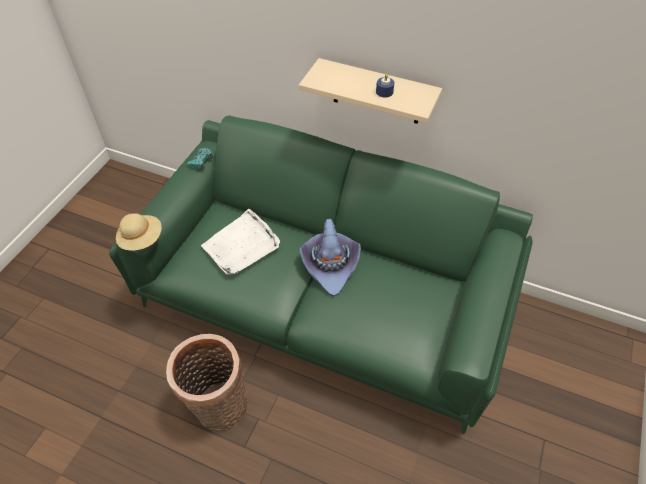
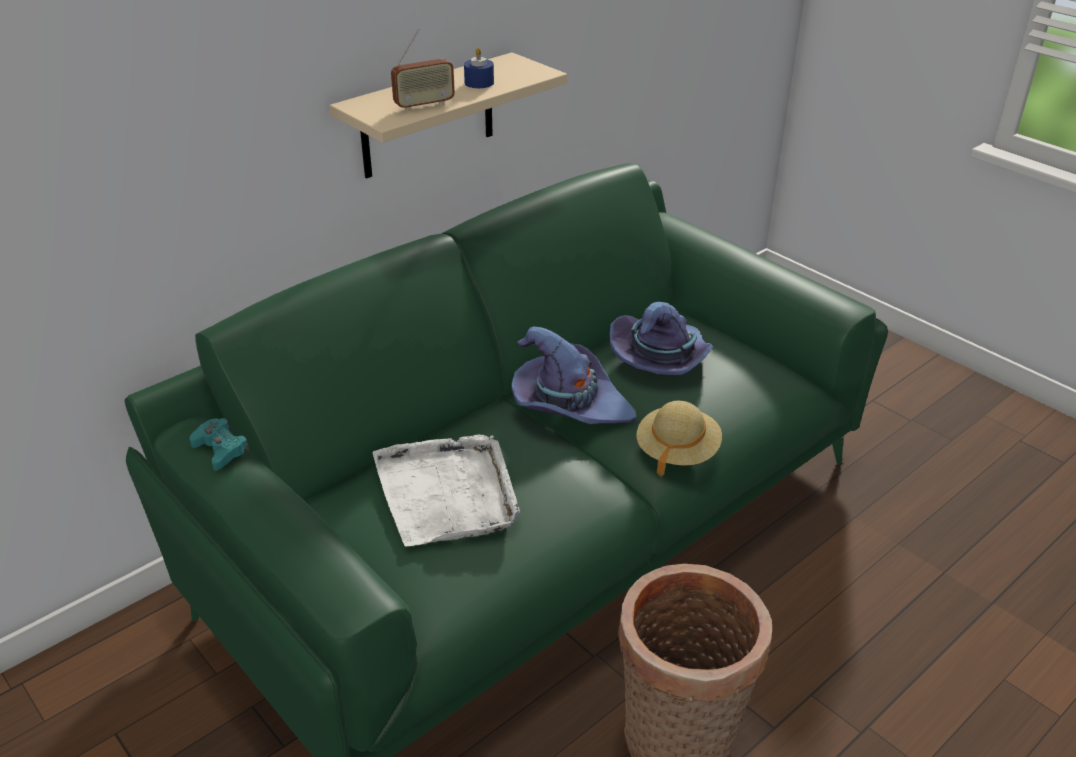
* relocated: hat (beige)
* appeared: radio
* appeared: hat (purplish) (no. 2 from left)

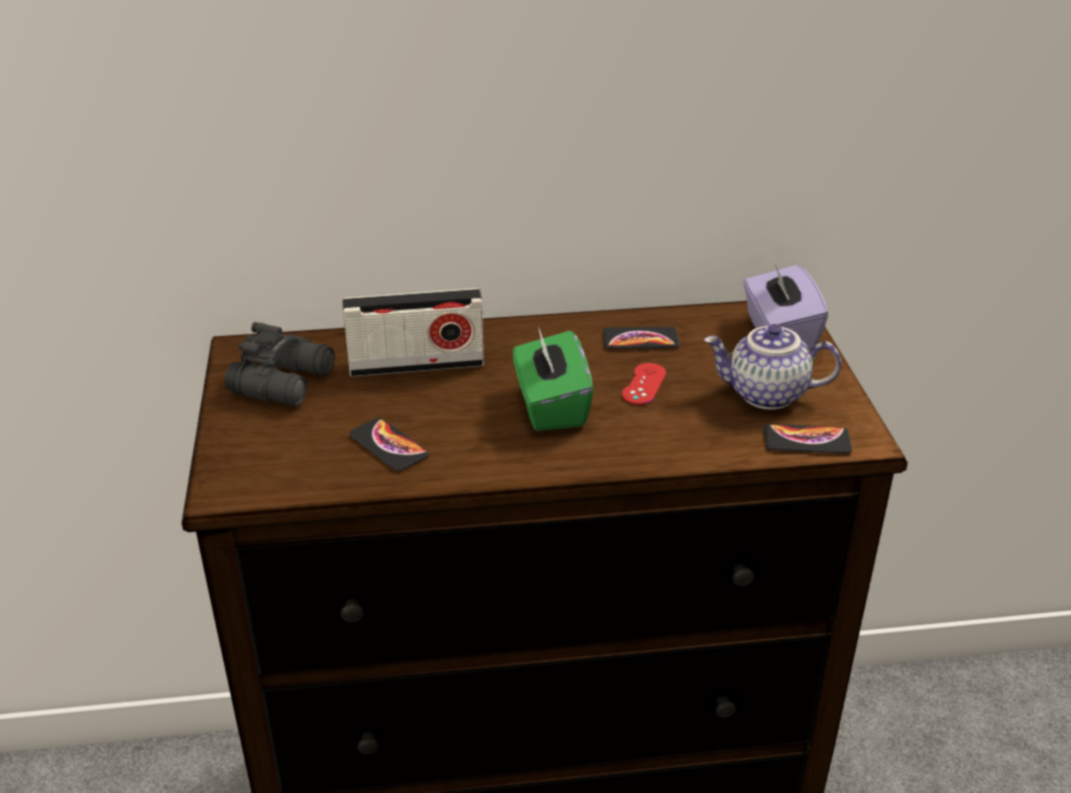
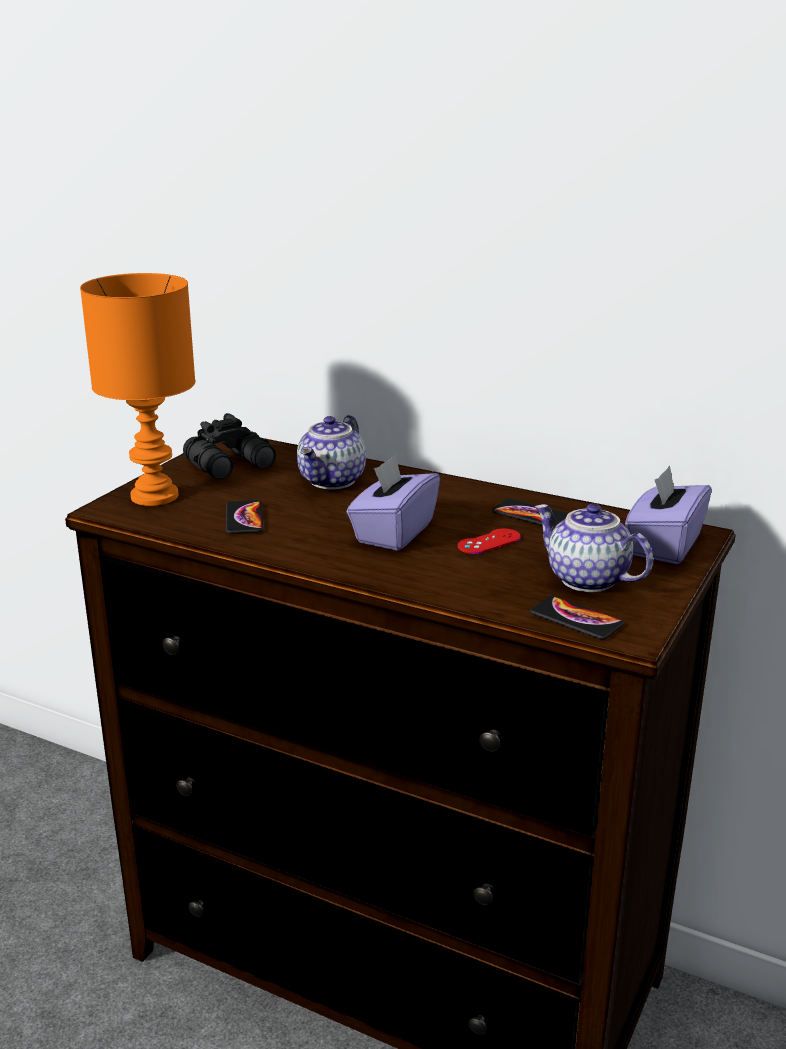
* exchanged: radio to tea pot (no. 1 from left)
* colour: box of tissues (green-coloured) to box of tissues (purplish) (no. 1 from left)
* appeared: table lamp (orangey)

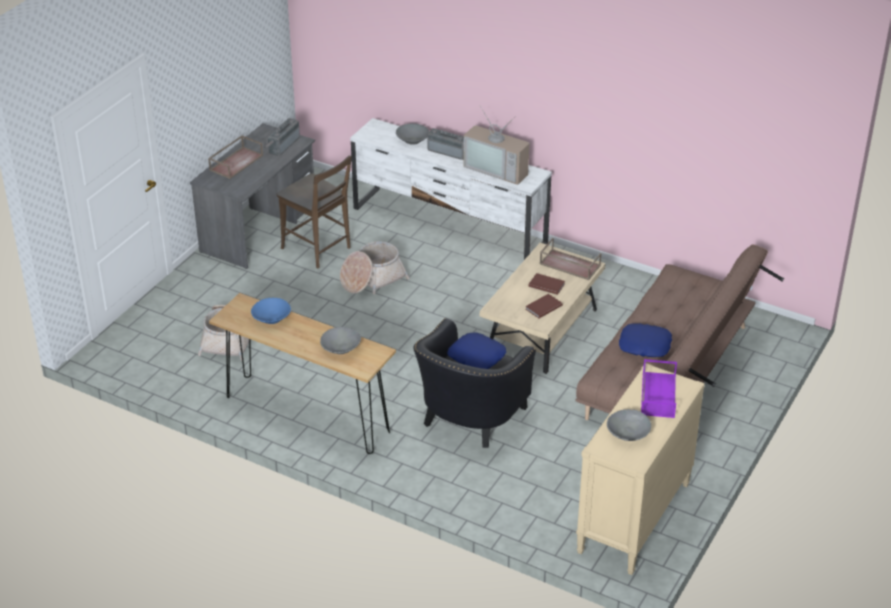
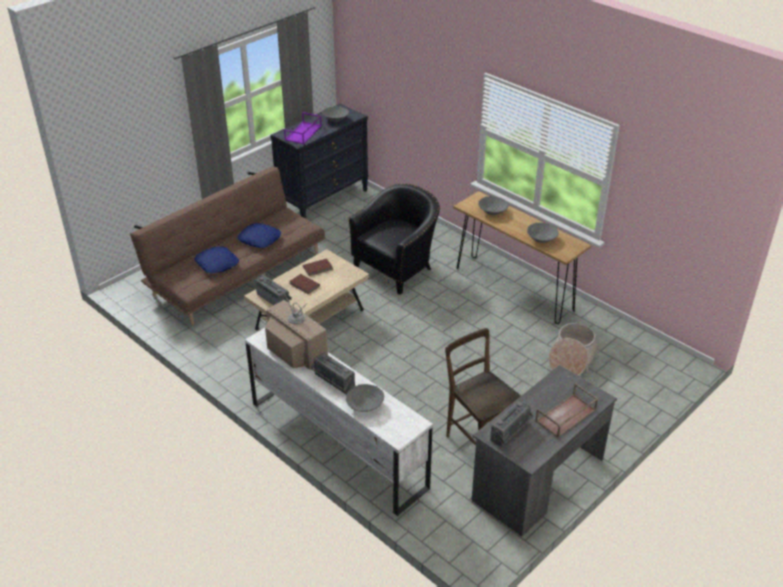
* exchanged: tray (brownish) (no. 2 from left) to radio (no. 1 from left)
* missing: basket (no. 2 from left)
* colour: deep dish (blue) to deep dish (greyish) (no. 4 from left)
* relocated: cushion (blue) (no. 1 from left)
* colour: dresser (beige) to dresser (black-coloured)

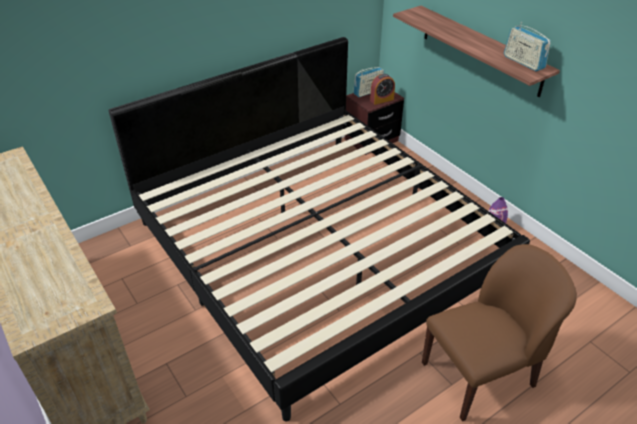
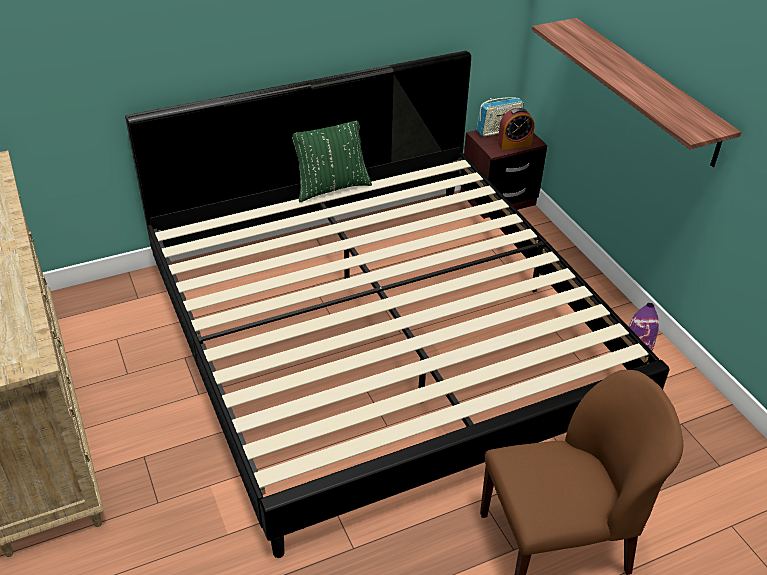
* missing: radio (no. 2 from left)
* appeared: cushion (green-coloured)

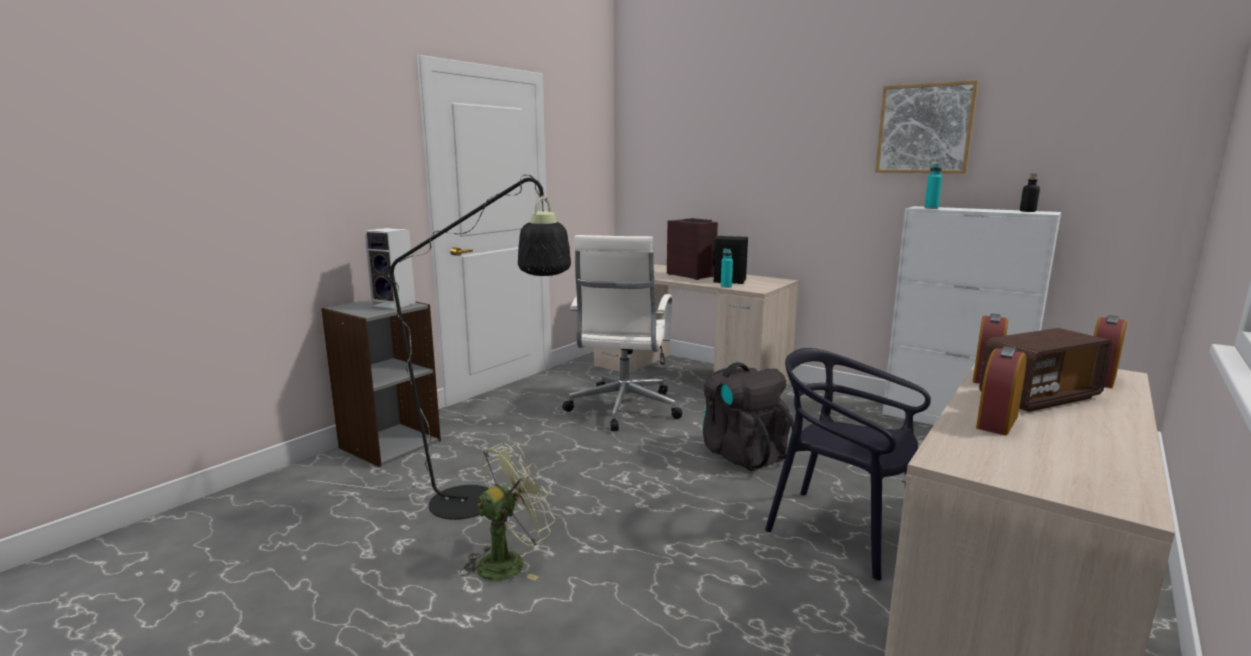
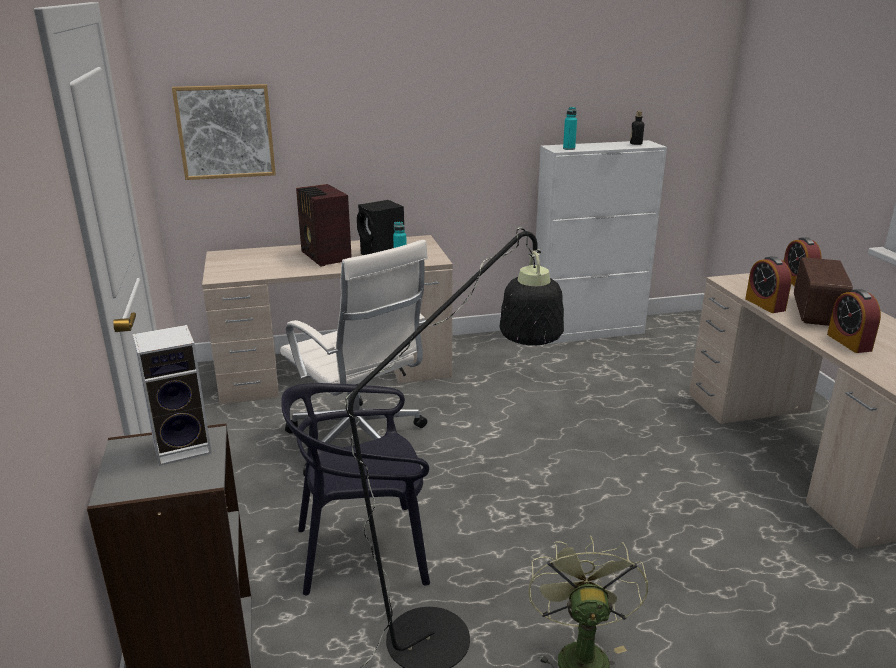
* relocated: picture
* spun: radio (no. 1 from left) 120 degrees counterclockwise
* relocated: plain chair (black-coloured)
* missing: rucksack (black-coloured)

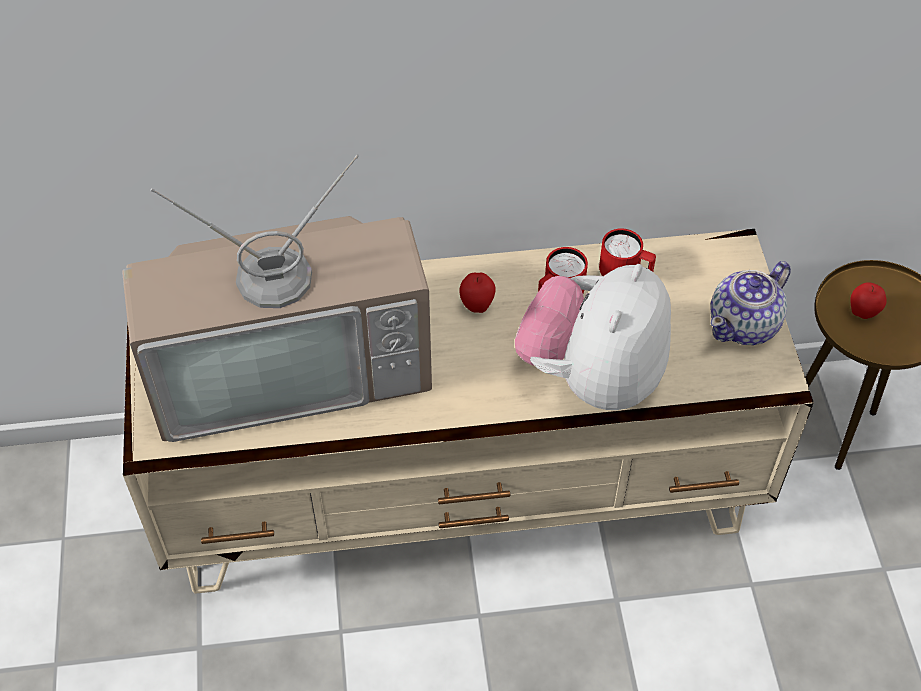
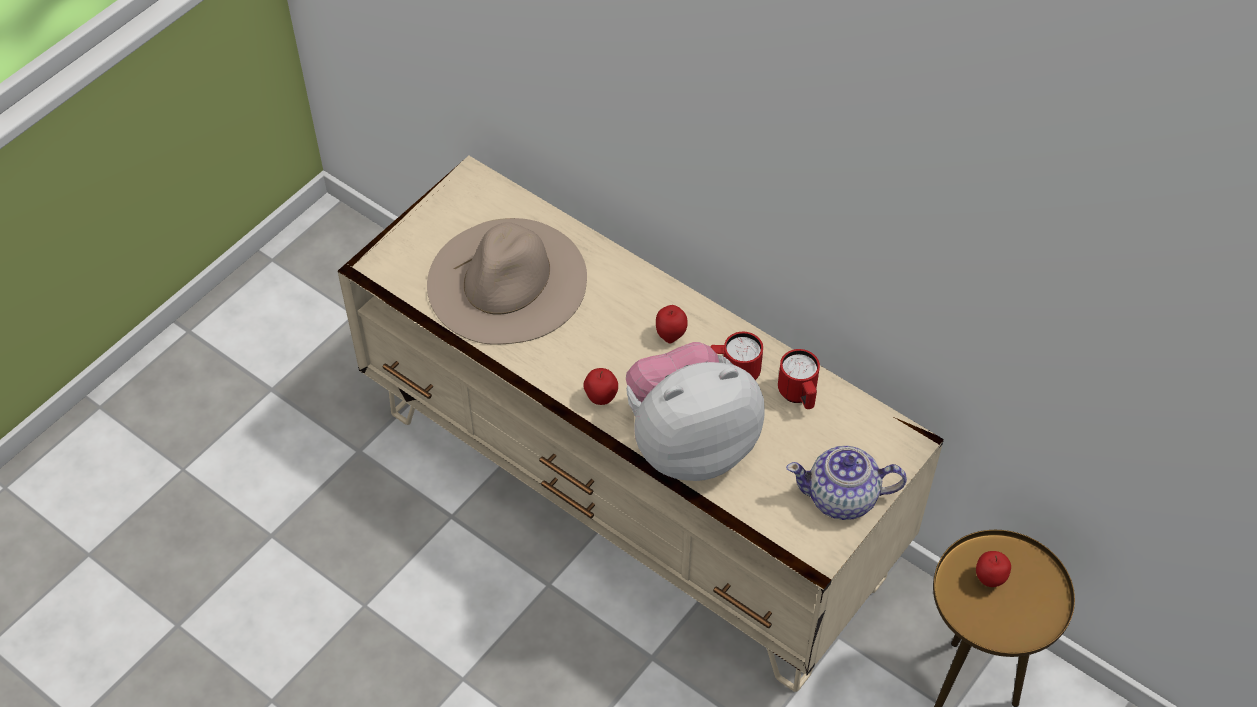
* exchanged: TV set to hat (beige)
* appeared: apple fruit (no. 1 from left)

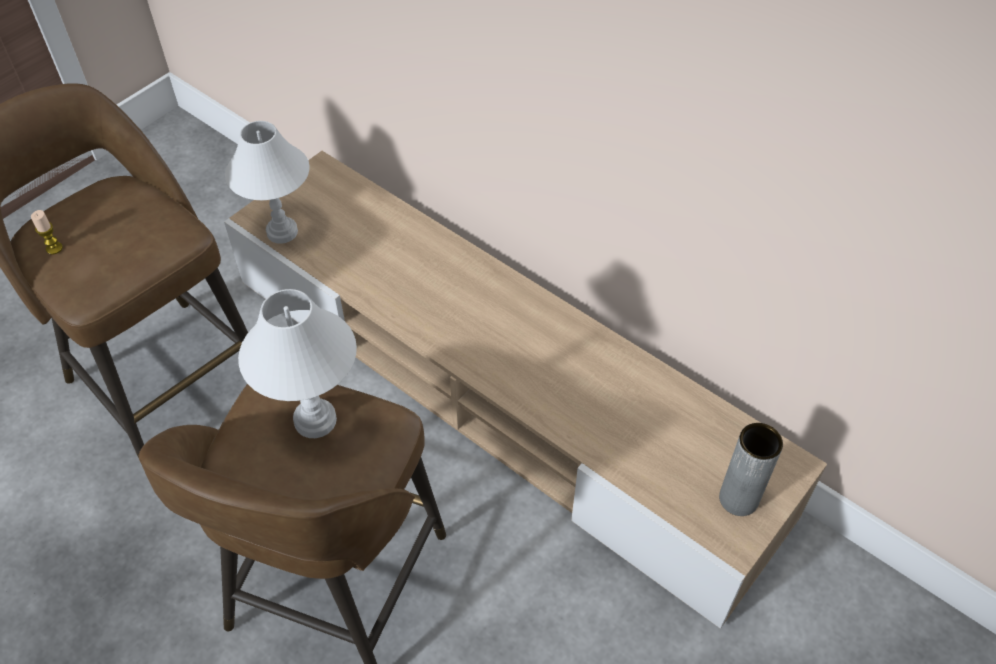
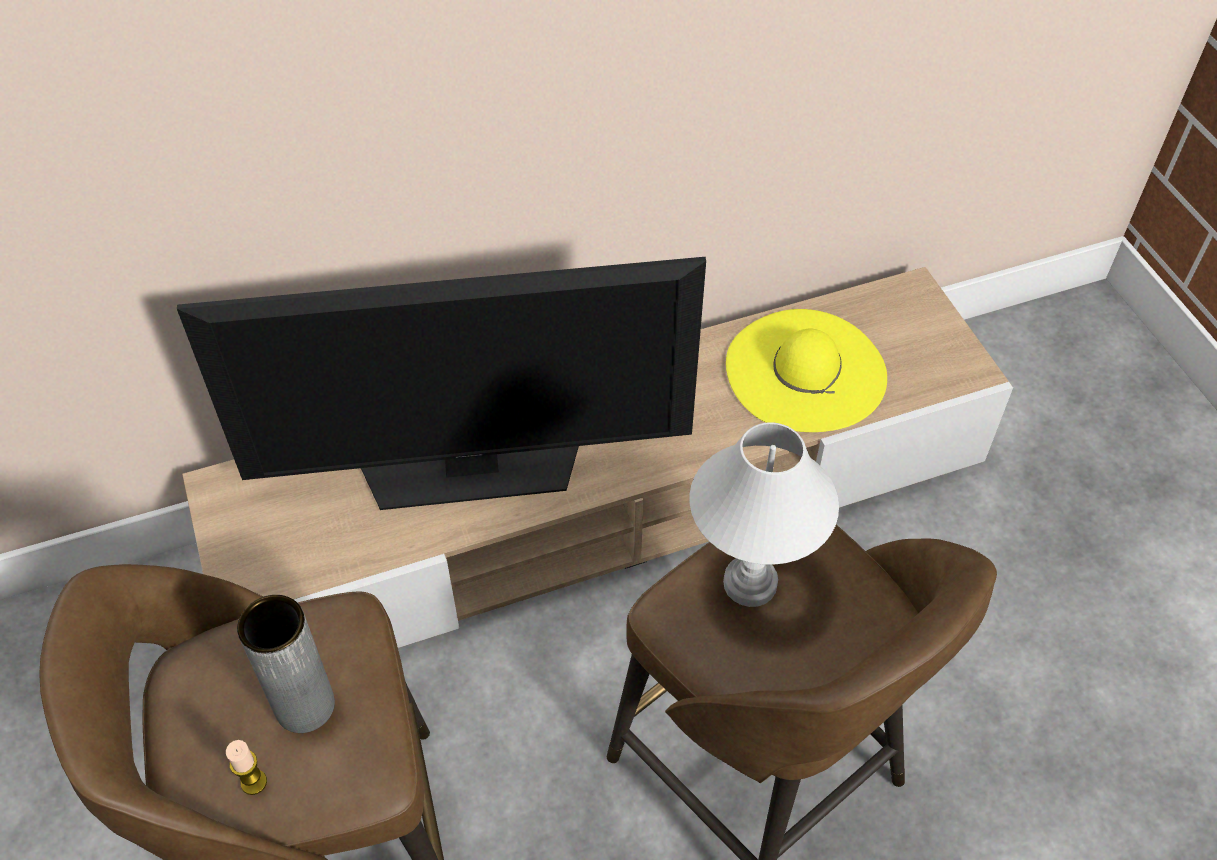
* missing: table lamp (whitish) (no. 1 from left)
* relocated: decorative vase (greyish)
* appeared: TV set
* appeared: hat (yellow-coloured)

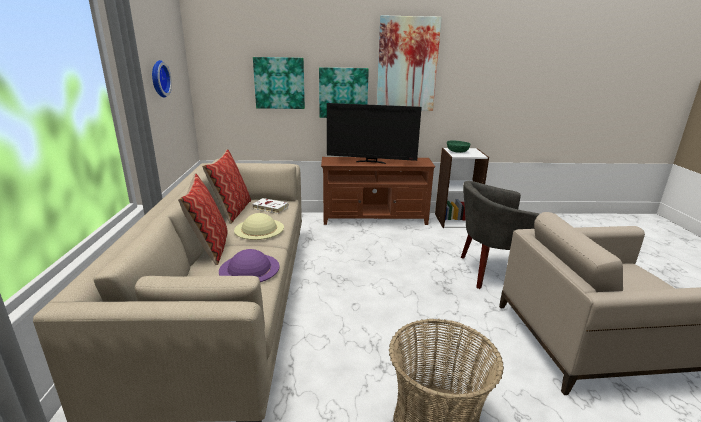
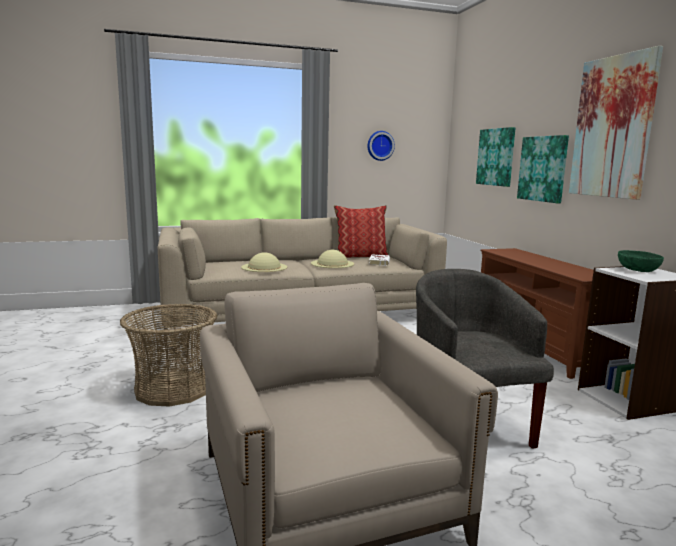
* missing: TV set
* missing: cushion (no. 1 from left)
* colour: hat (purplish) to hat (beige) (no. 1 from left)

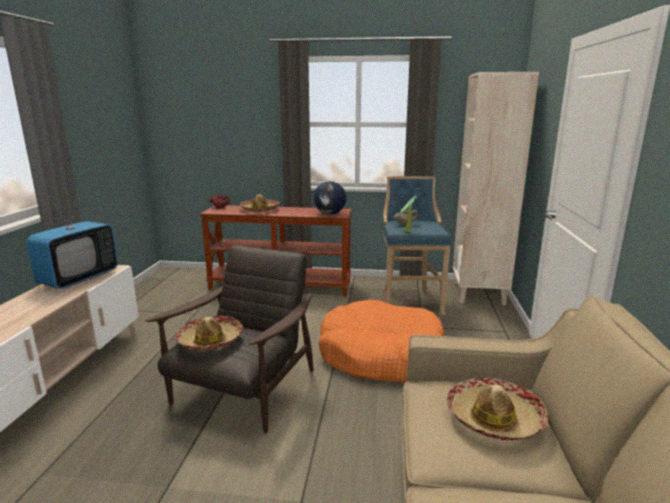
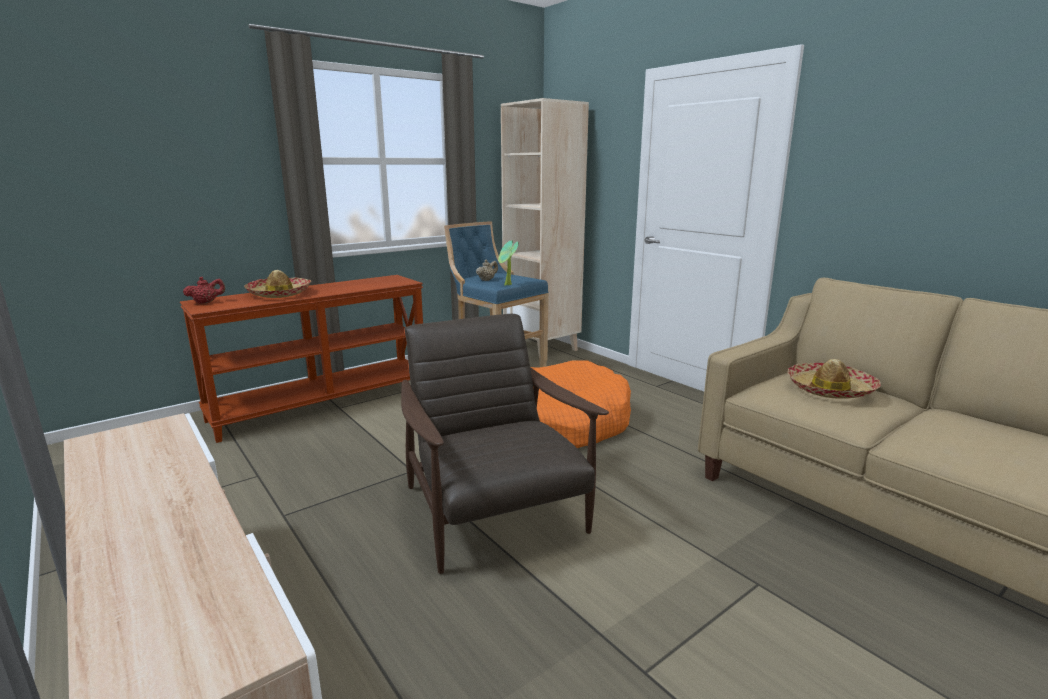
* missing: desk globe
* missing: TV set
* missing: hat (no. 1 from left)

